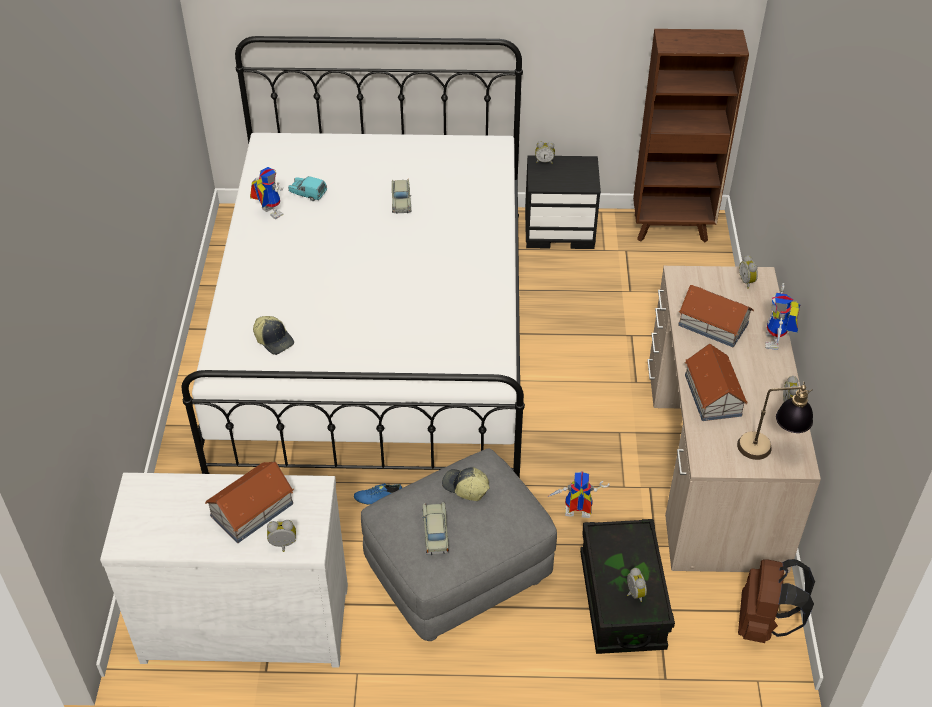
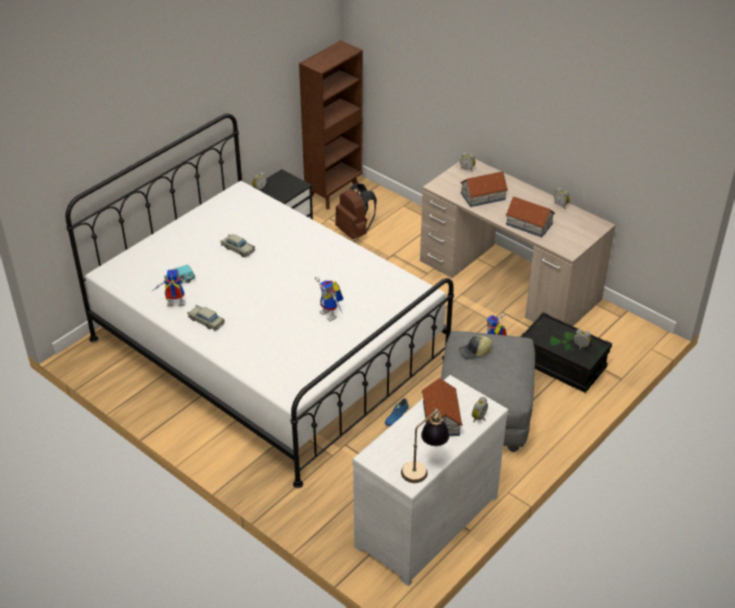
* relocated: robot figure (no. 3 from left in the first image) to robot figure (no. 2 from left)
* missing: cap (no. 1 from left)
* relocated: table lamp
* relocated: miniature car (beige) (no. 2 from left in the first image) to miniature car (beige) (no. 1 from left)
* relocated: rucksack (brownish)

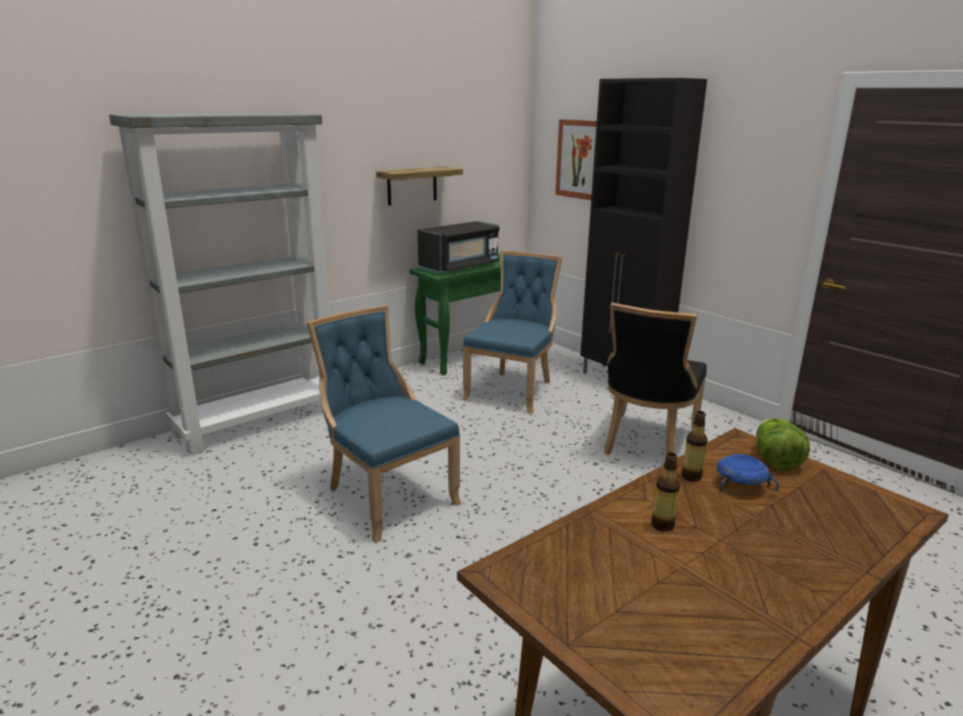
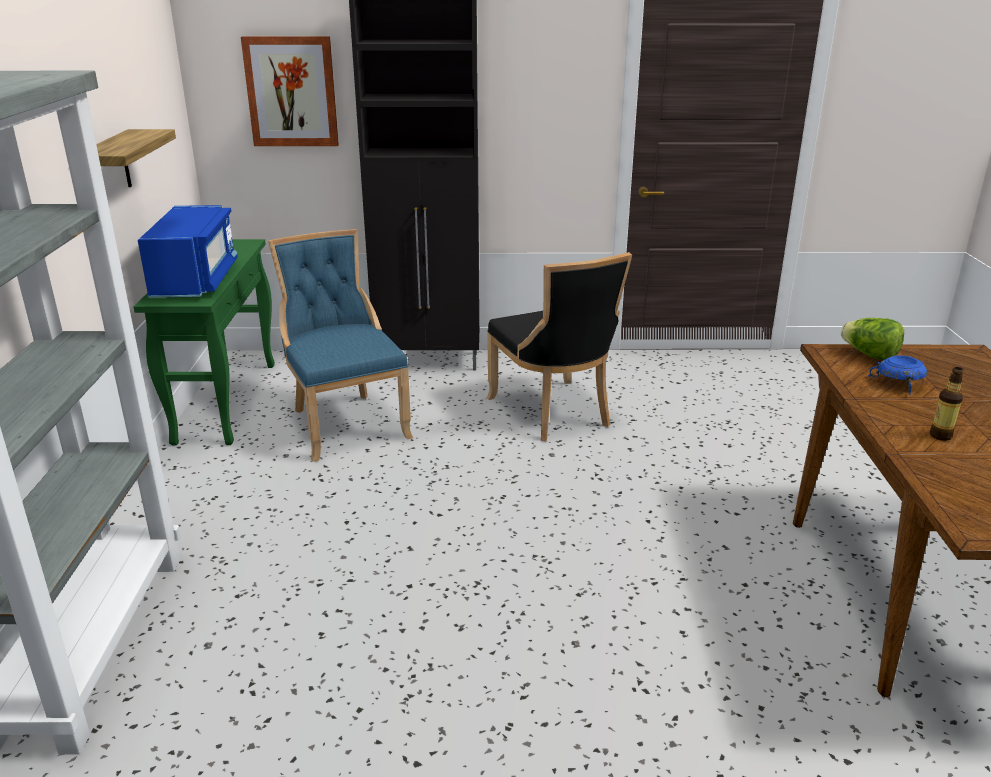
* colour: microwave oven (black-coloured) to microwave oven (blue)
* missing: plain chair (blue) (no. 1 from left)
* missing: drink bottle (no. 2 from left)

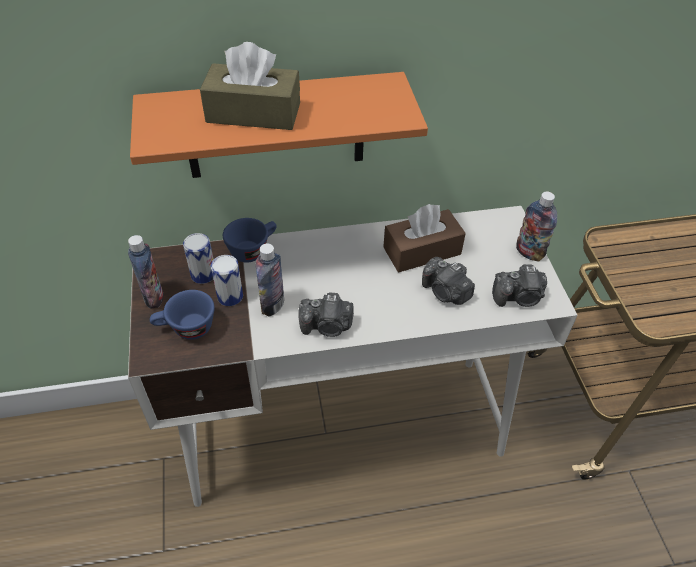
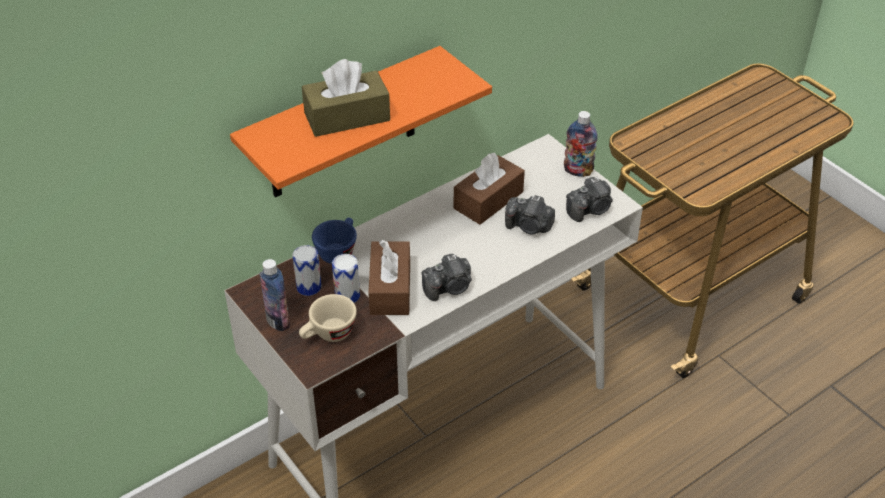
* exchanged: drink bottle (no. 2 from left) to box of tissues (brownish) (no. 2 from left)
* colour: cup (blue) (no. 1 from left) to cup (beige)

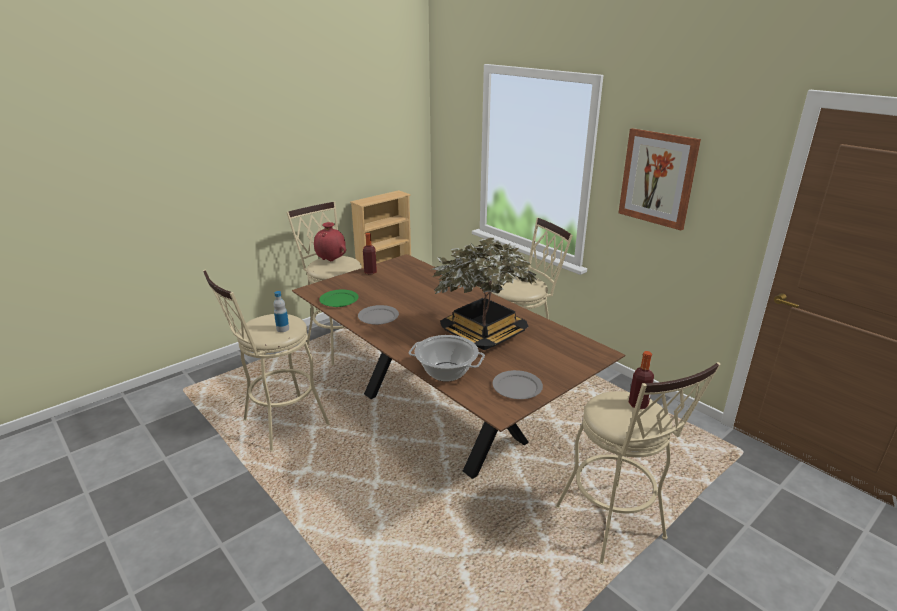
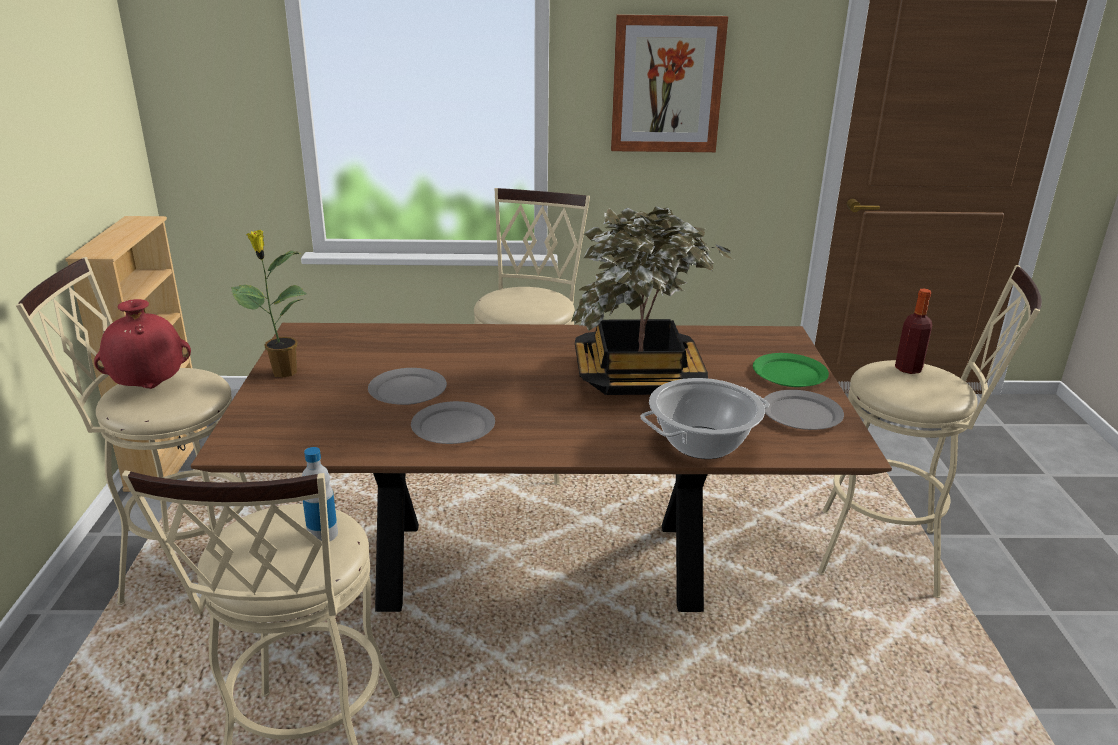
* exchanged: drink bottle (no. 2 from left) to plant in a pot (no. 1 from left)
* relocated: dinner plate (green-coloured)
* appeared: dinner plate (greyish) (no. 1 from left)

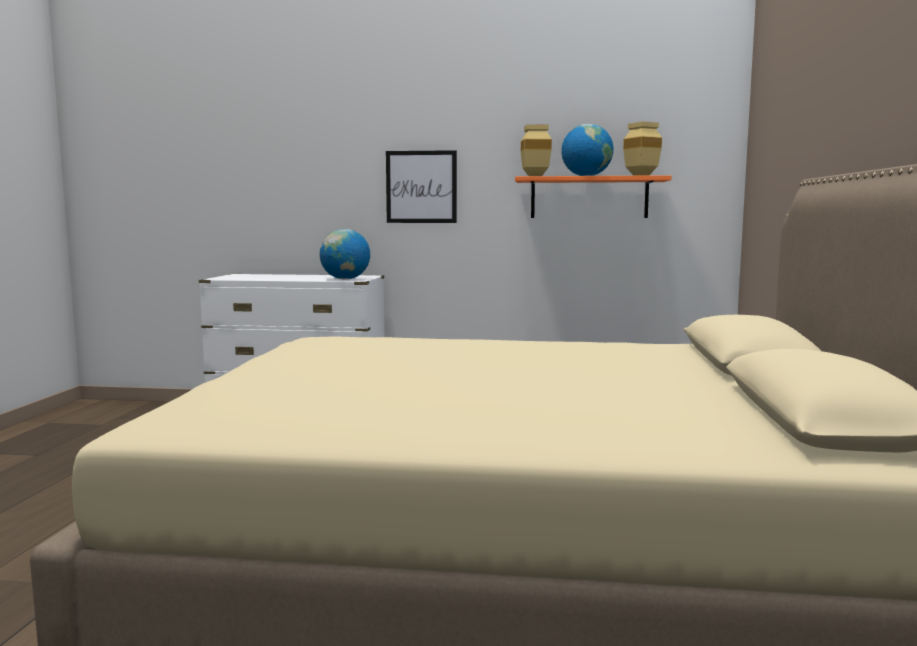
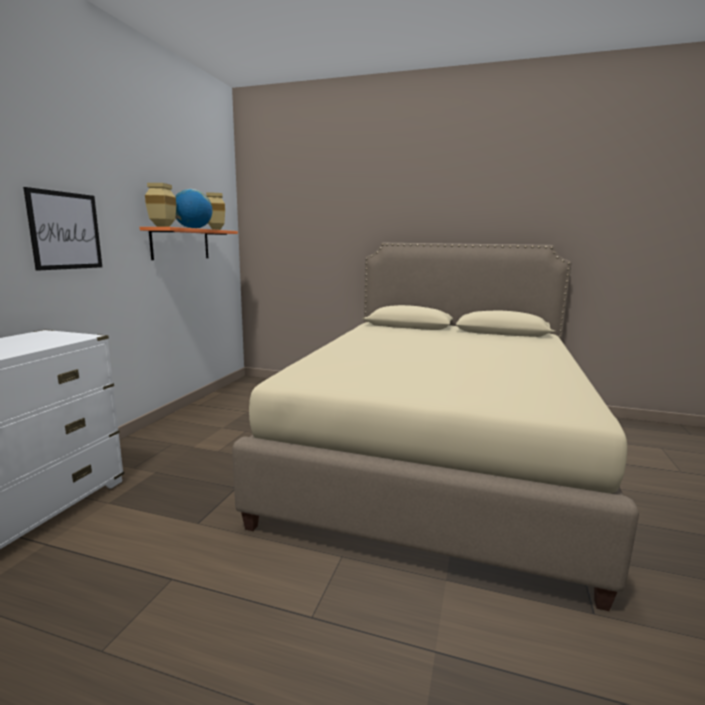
* missing: desk globe (no. 1 from left)

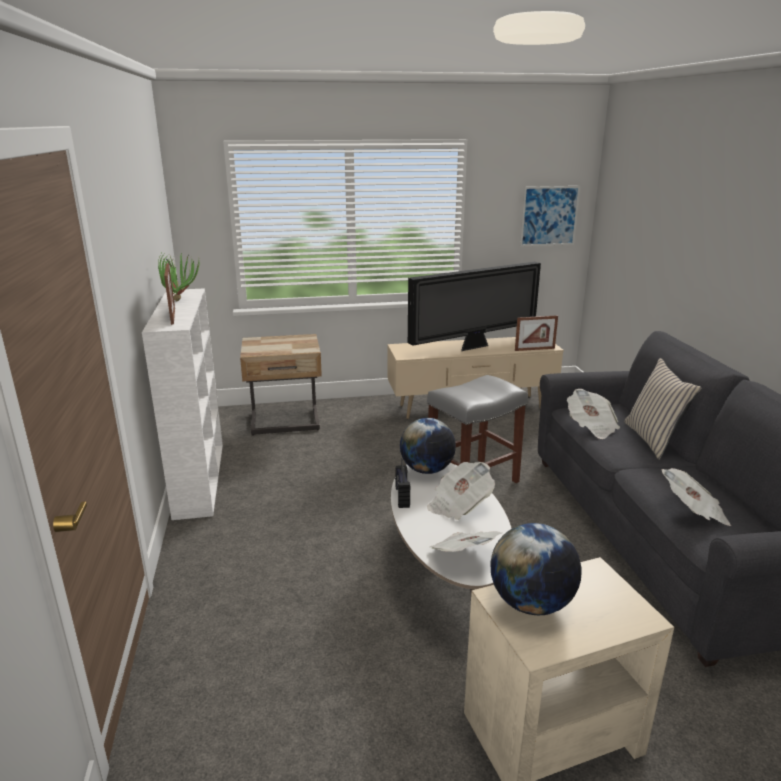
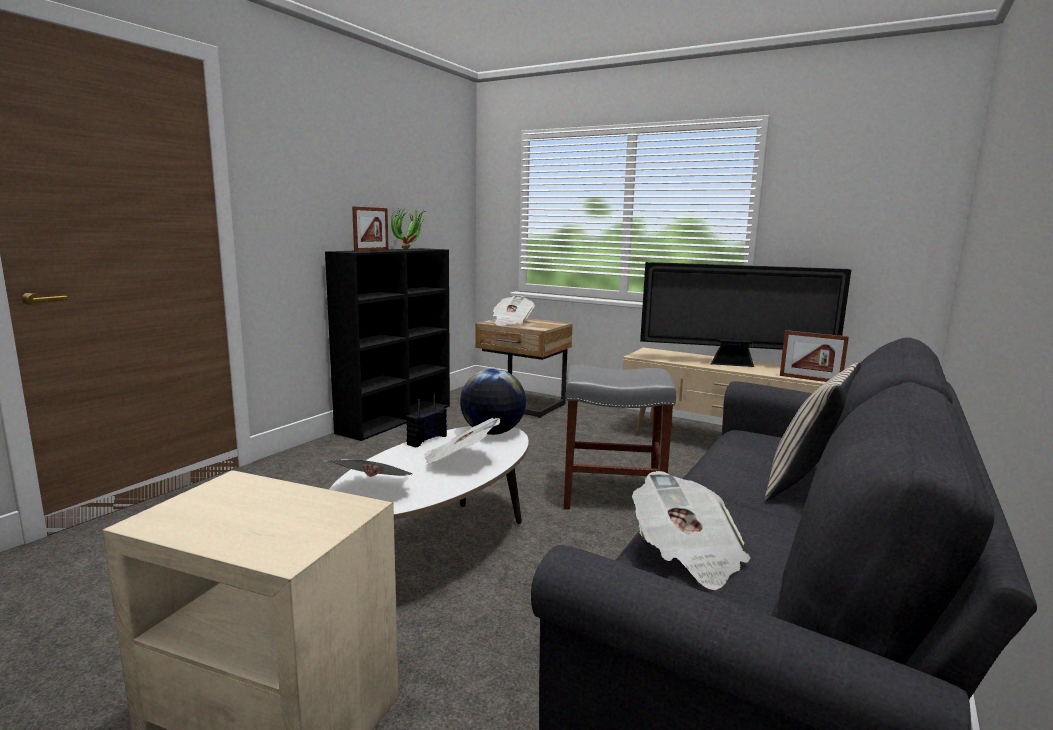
* missing: picture
* colour: bookcase (whitish) to bookcase (black-coloured)
* relocated: daily paper (no. 3 from left)
* missing: desk globe (no. 2 from left)

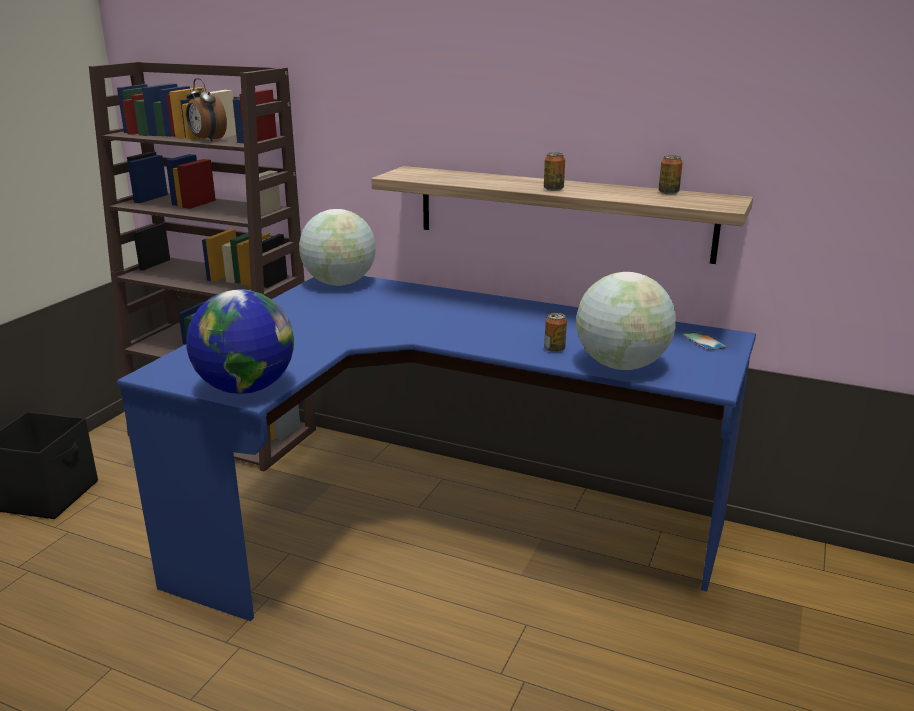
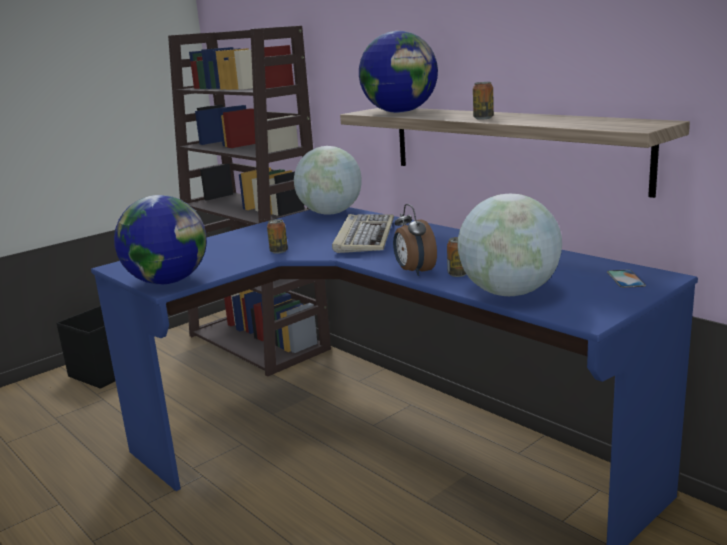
* relocated: bedside clock
* relocated: can (no. 3 from left in the first image) to can (no. 1 from left)
* appeared: desk globe (no. 3 from left)
* appeared: PC keyboard

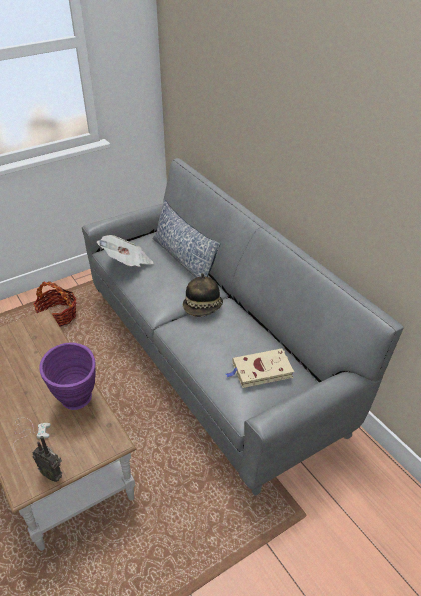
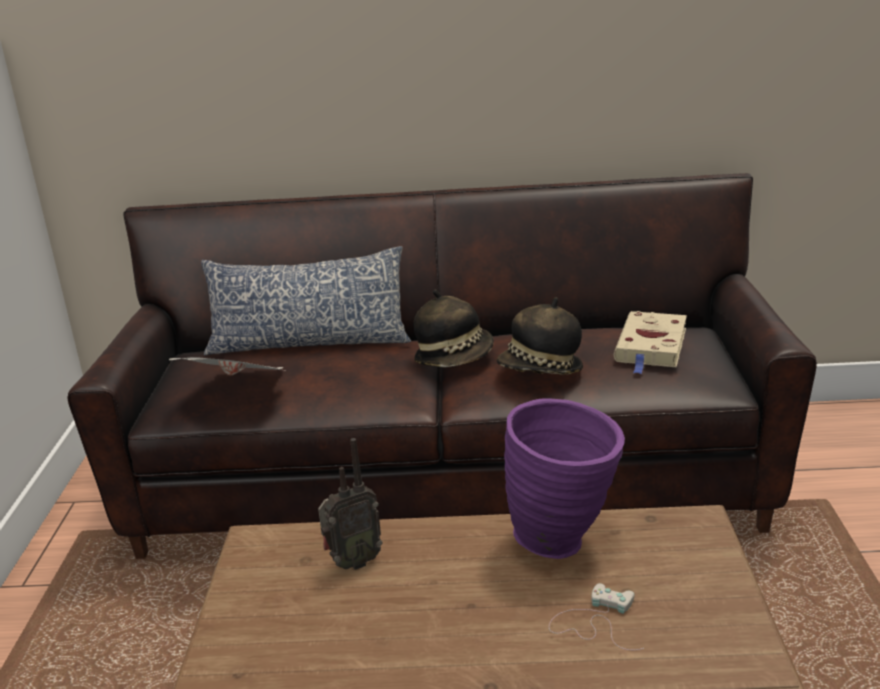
* colour: settee (greyish) to settee (brownish)
* missing: basket
* relocated: radio
* appeared: hat (no. 2 from left)

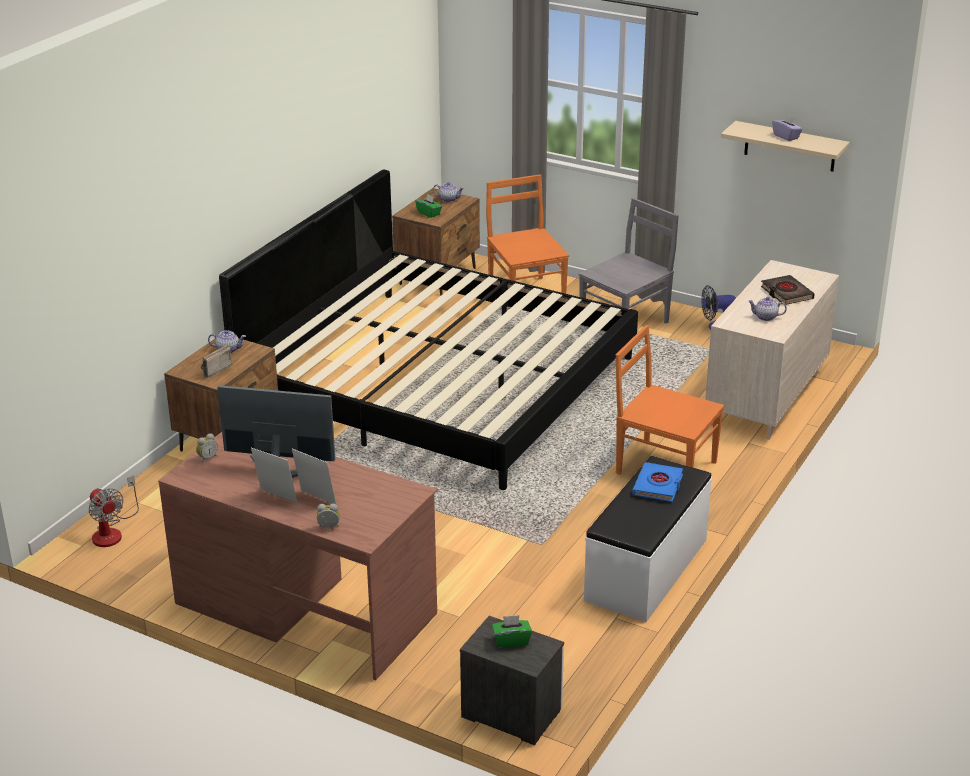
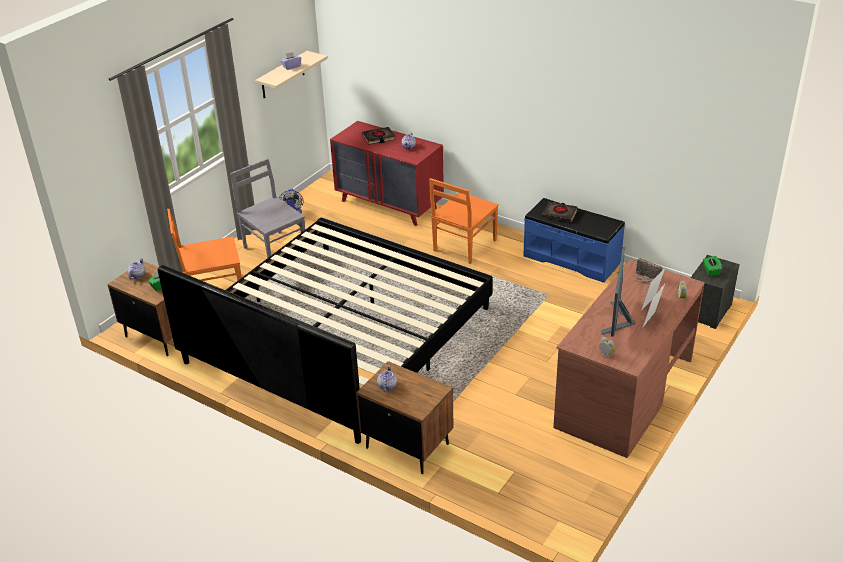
* colour: dresser (beige) to dresser (reddish)
* relocated: radio
* colour: indoor bench (whitish) to indoor bench (blue)
* colour: volume (blue) to volume (black-coloured) (no. 2 from left)
* missing: electric fan (no. 1 from left)

